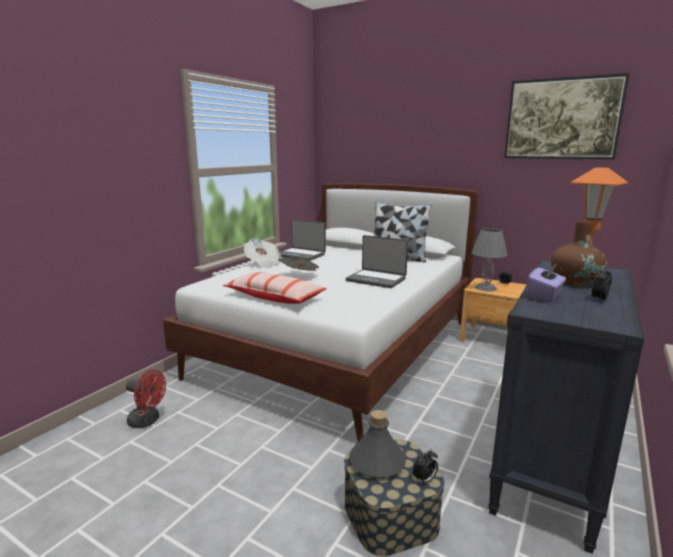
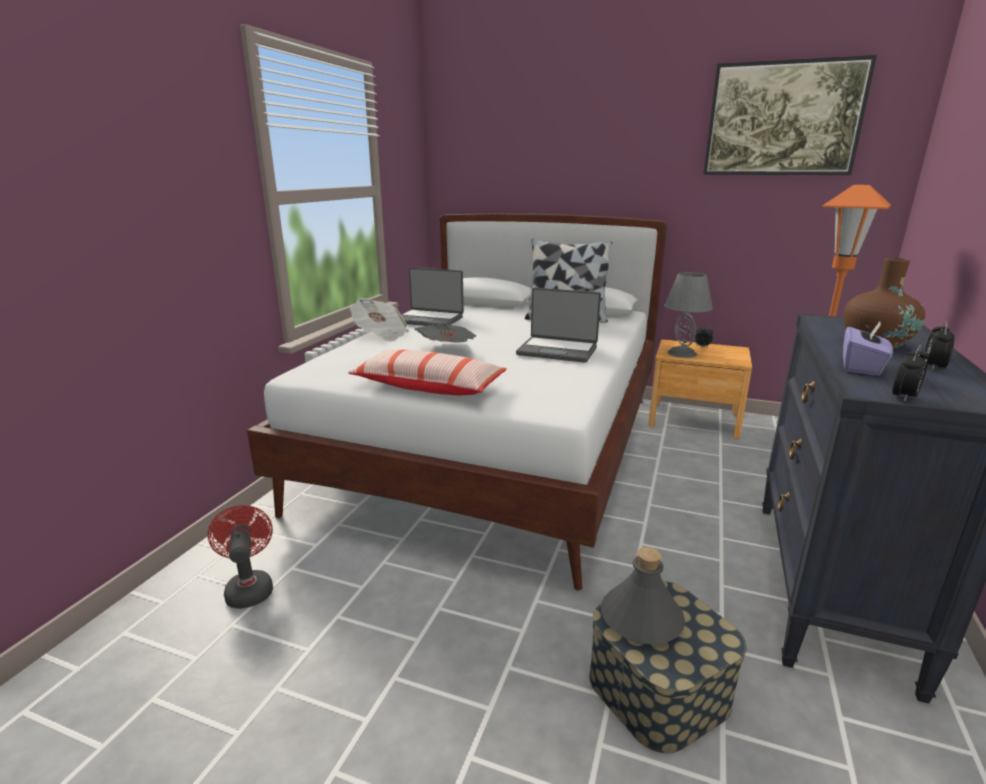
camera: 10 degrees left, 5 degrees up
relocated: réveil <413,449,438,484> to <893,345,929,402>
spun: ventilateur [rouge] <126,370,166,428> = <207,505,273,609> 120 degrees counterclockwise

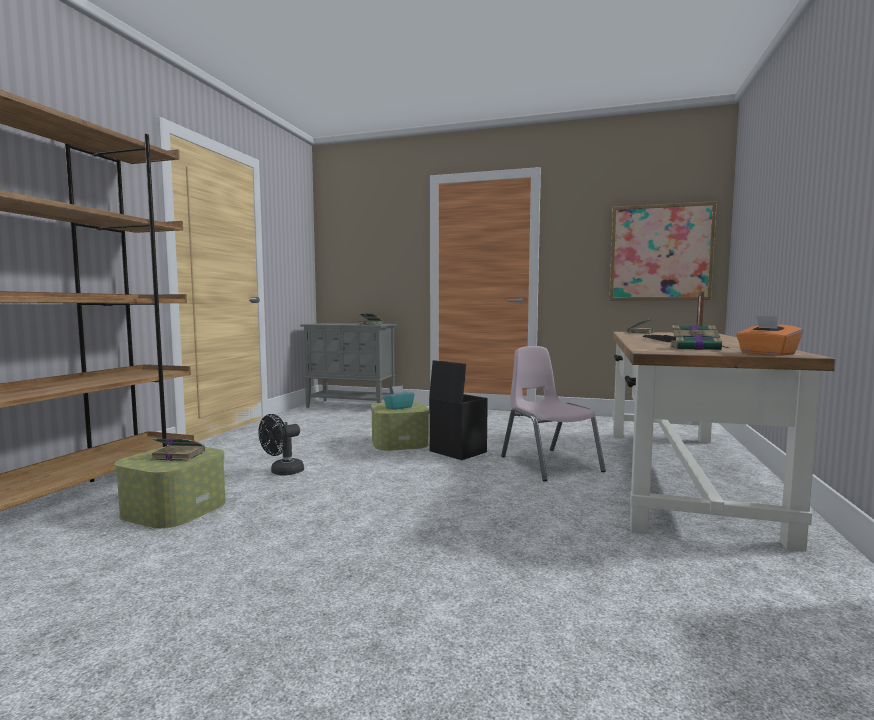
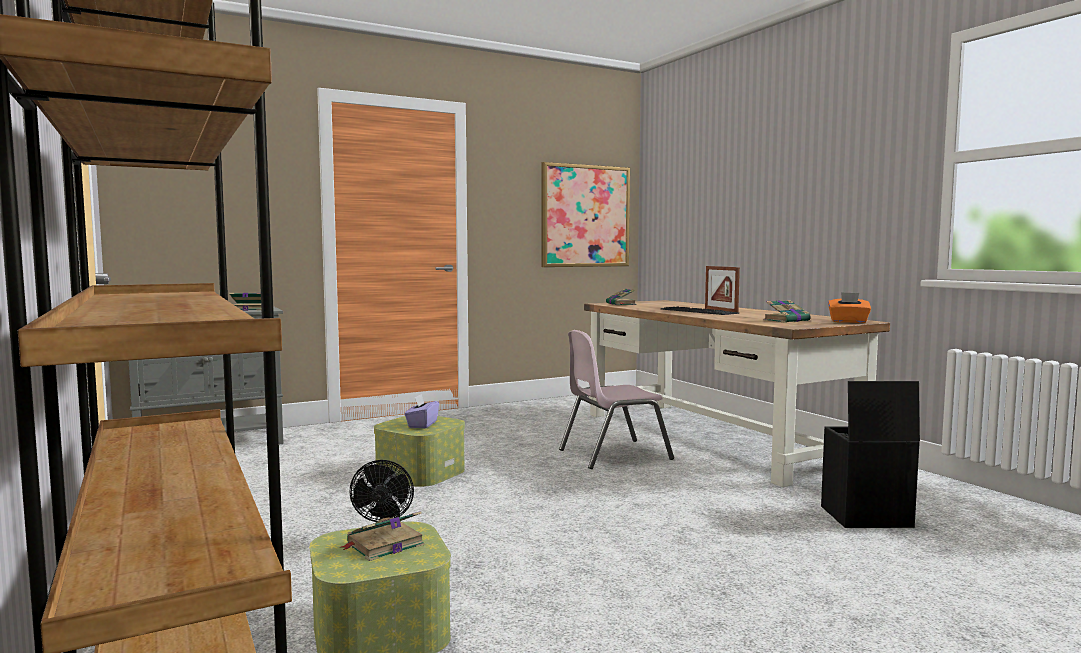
camera: 45 degrees left, 0 degrees up
relocated: boîte de rangement [noir] <429,360,488,460> to <821,381,920,528>
colour: boîte à mouchoirs [turquoise] <383,385,415,410> to boîte à mouchoirs [violet] <404,394,439,428>
spun: chaise [rose] <501,346,606,481> = <559,330,674,469> 45 degrees counterclockwise

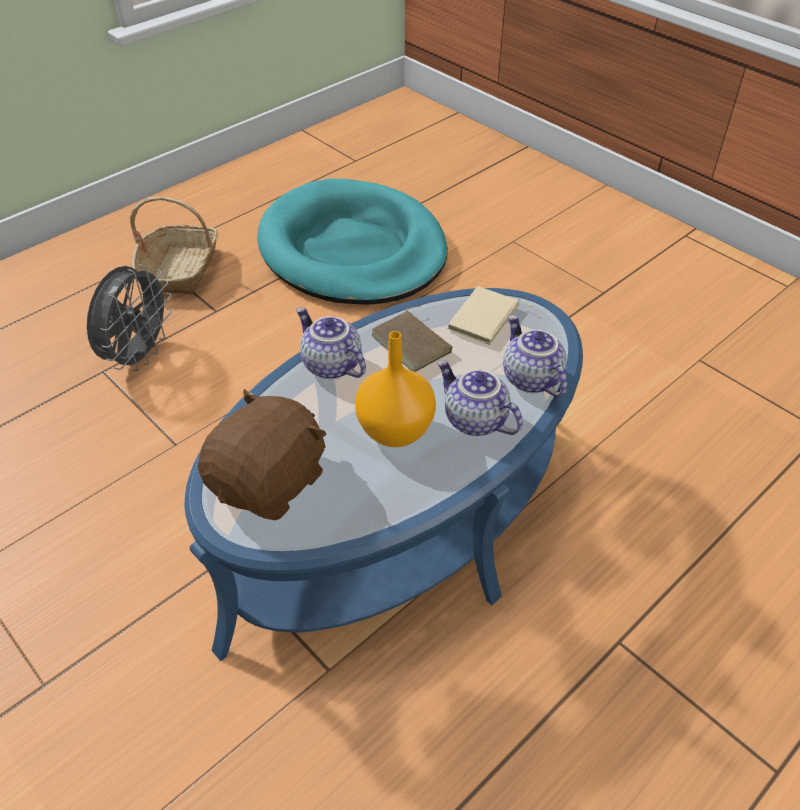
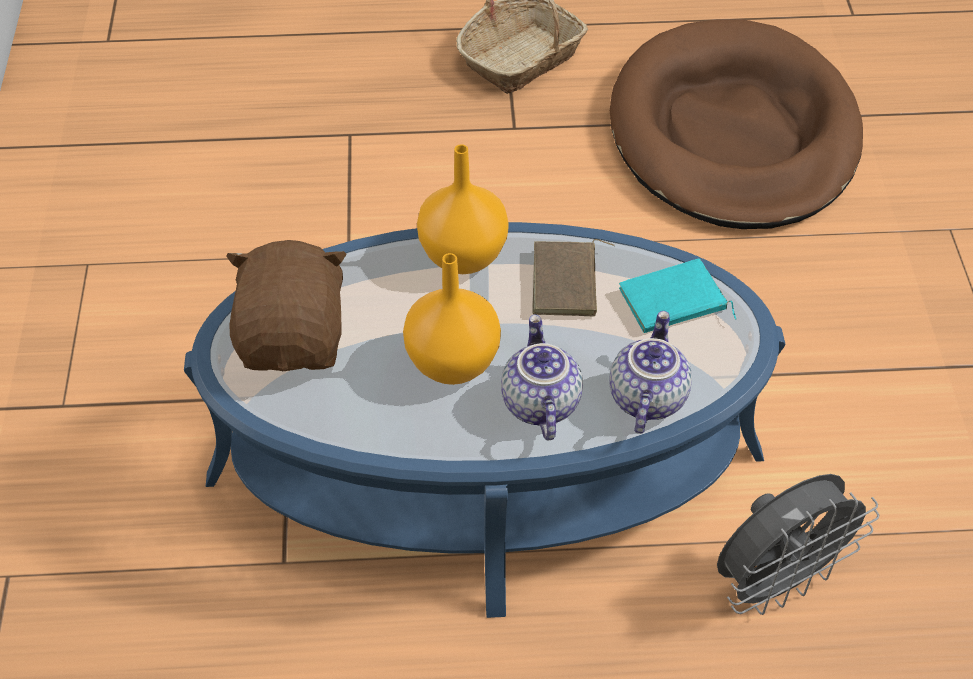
camera: 40 degrees right, 5 degrees up
relocated: ventilateur [gris] <87,264,172,371> to <717,474,879,615>
exchanged: théière <296,307,366,379> to vase [orange] <417,144,509,274>
colour: panier pour chien [turquoise] <257,178,448,305> to panier pour chien [marron] <610,19,863,229>; livre [beige] <447,286,533,345> to livre [turquoise] <619,259,736,333>
spun: peluche [marron] <198,389,327,520> = <226,240,347,371> 75 degrees counterclockwise

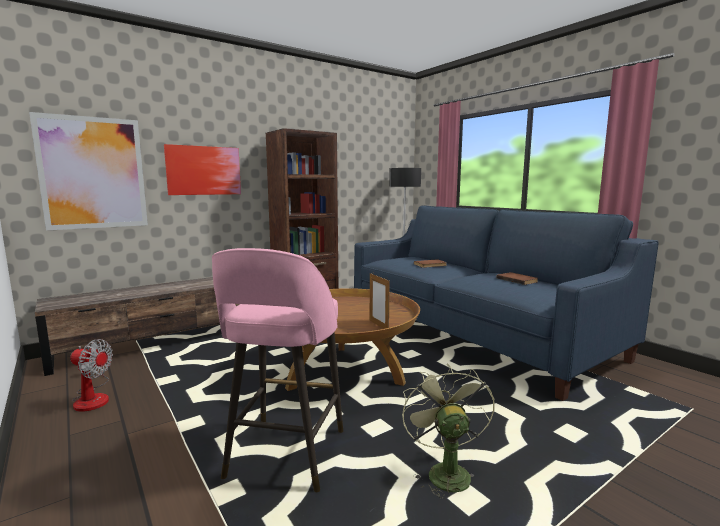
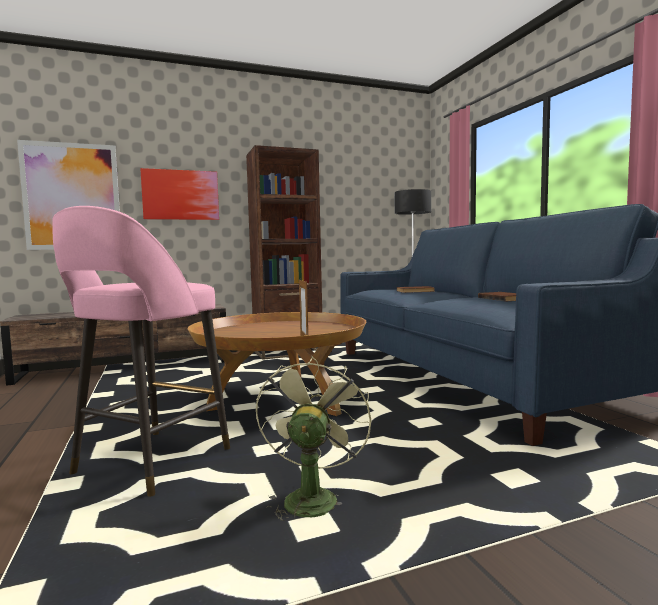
camera: 15 degrees right, 5 degrees down
missing: ventilateur <70,339,113,412>

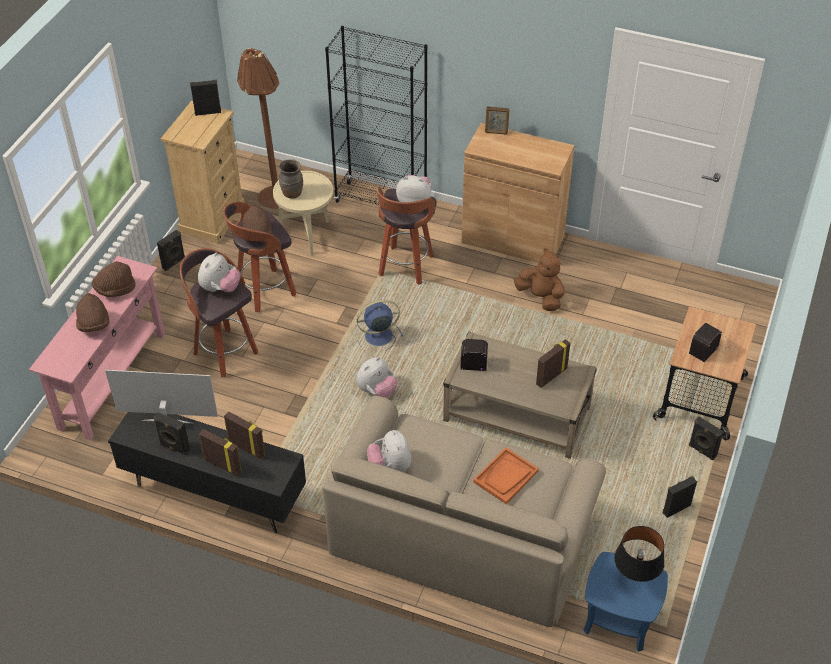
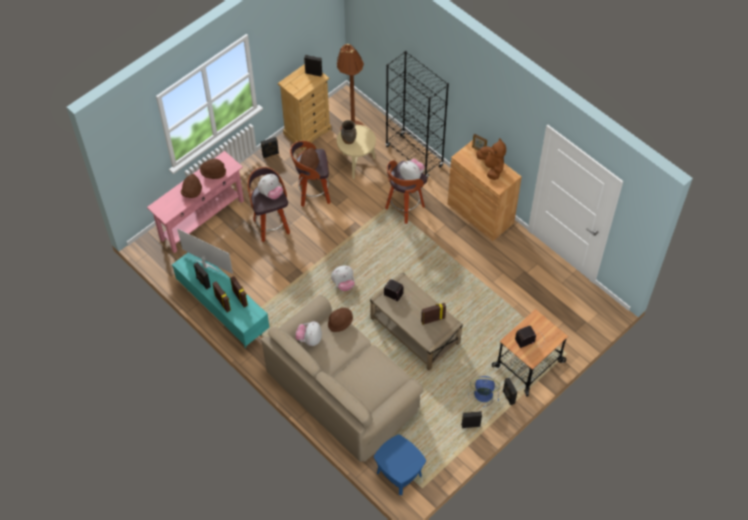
camera: 25 degrees right, 10 degrees up
missing: plateau [orange] <473,447,539,504>; lampe de table [noir] <614,526,665,582>
appeared: chapeau [marron] <328,307,353,332>
relocated: ventilateur [bleu] <357,300,403,351> to <468,376,500,407>; peluche [marron] <514,248,565,311> to <477,138,506,180>
colour: meuble télé [noir] <108,412,306,533> to meuble télé [turquoise] <172,252,269,348>

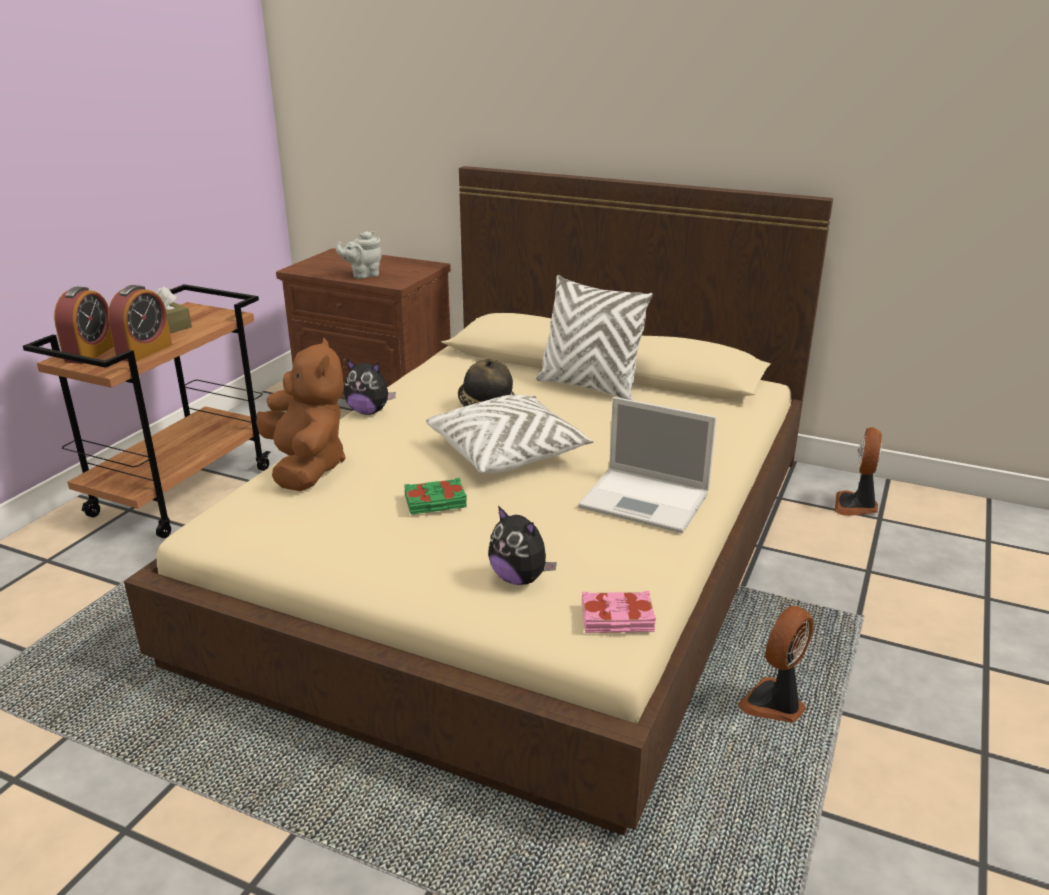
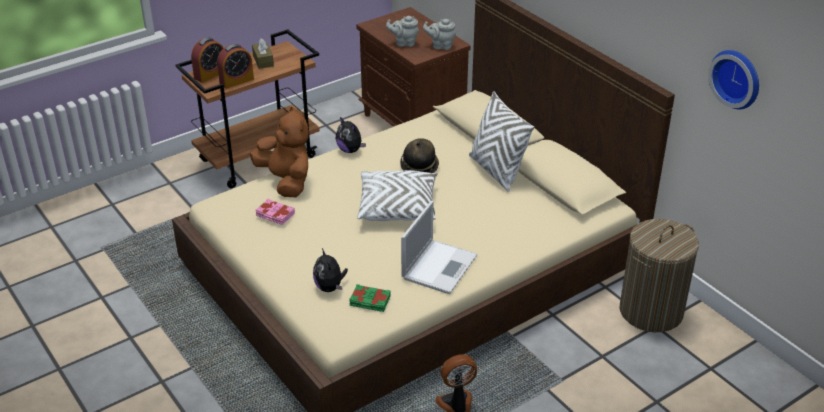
camera: 30 degrees right, 10 degrees up
appeared: théière [gris] <423,19,456,50>; horloge murale <708,50,759,109>
relocated: livre [vert] <404,478,467,514> to <349,284,391,312>; livre [rose] <582,591,656,633> to <255,199,295,225>
exchanged: ventilateur <835,427,882,516> to panier à linge <619,219,699,332>
spun: peluche [marron] <256,338,346,491> = <250,107,309,197> 45 degrees counterclockwise; ordinateur portable <578,397,717,533> = <401,201,477,294> 120 degrees counterclockwise

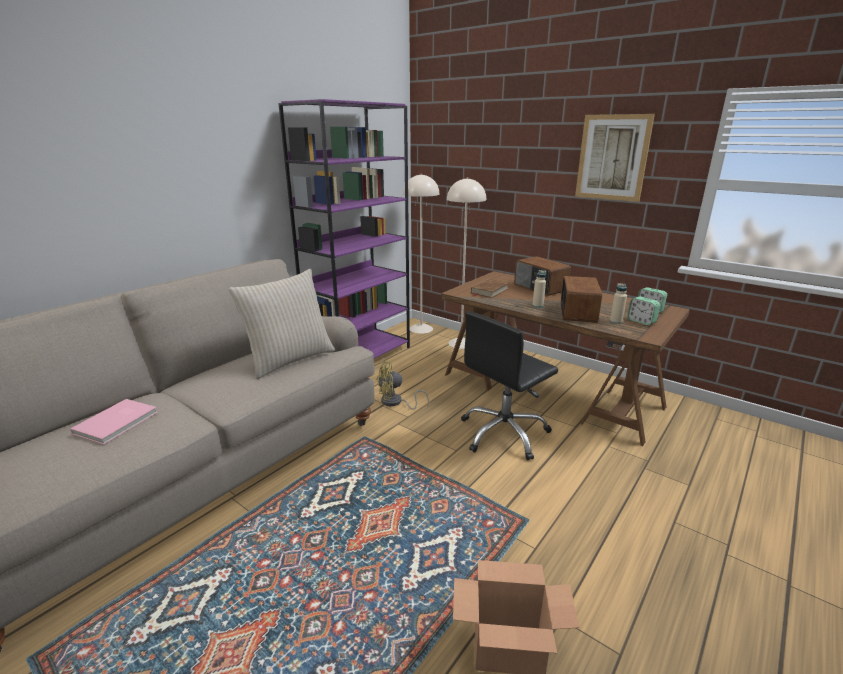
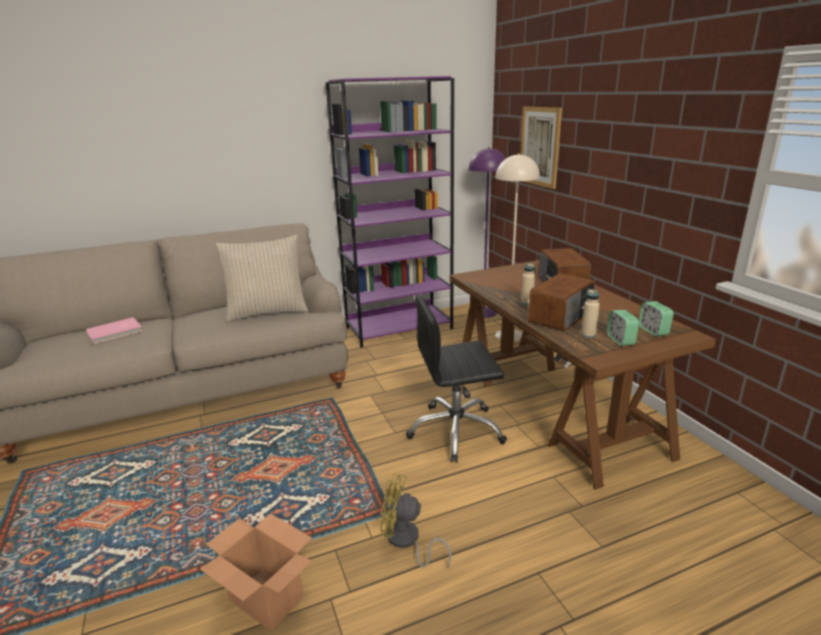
camera: 30 degrees right, 0 degrees up
missing: livre [marron] <471,279,509,298>
relocated: ventilateur [jaune] <376,361,429,410> to <381,473,451,568>; tableau <575,114,655,202> to <520,107,562,189>
colour: lampadaire [beige] <403,174,439,334> to lampadaire [violet] <469,147,506,318>

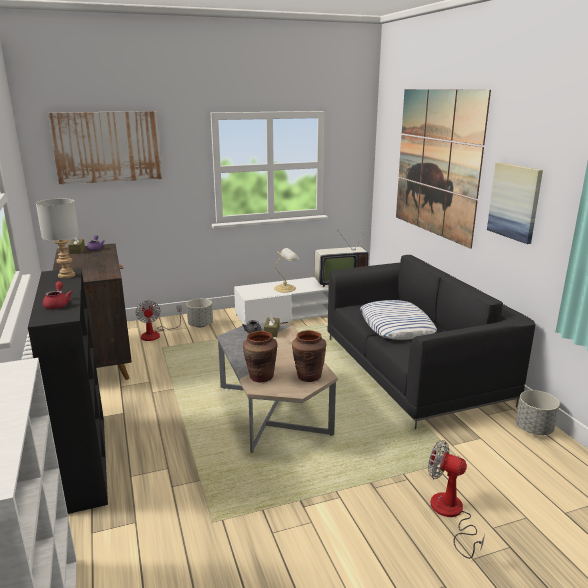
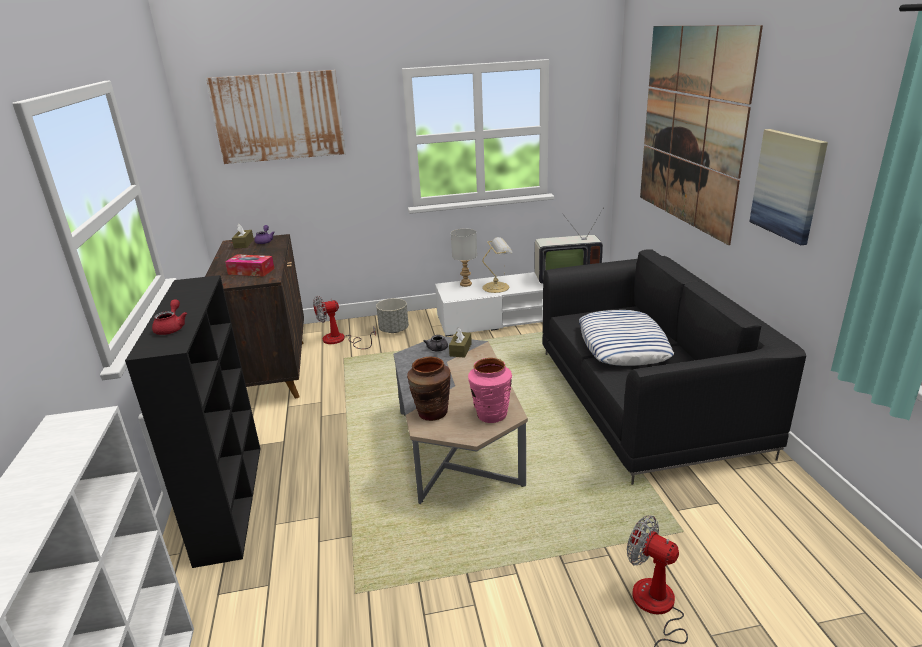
camera: 10 degrees right, 5 degrees up
missing: cache-pot [gris] <516,390,560,435>
appeared: boîte à mouchoirs <225,254,274,276>
relocated: lampe de table [gris] <36,199,79,278> to <451,228,477,287>
colour: vase [marron] <292,330,326,382> to vase [rose] <468,358,512,423>
spun: ventilateur <135,301,182,341> = <313,296,376,349> 75 degrees clockwise

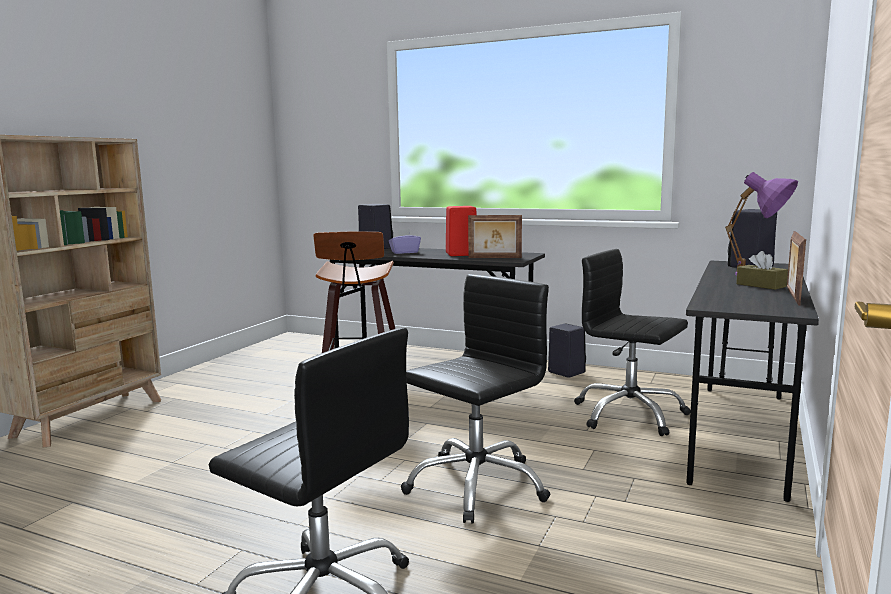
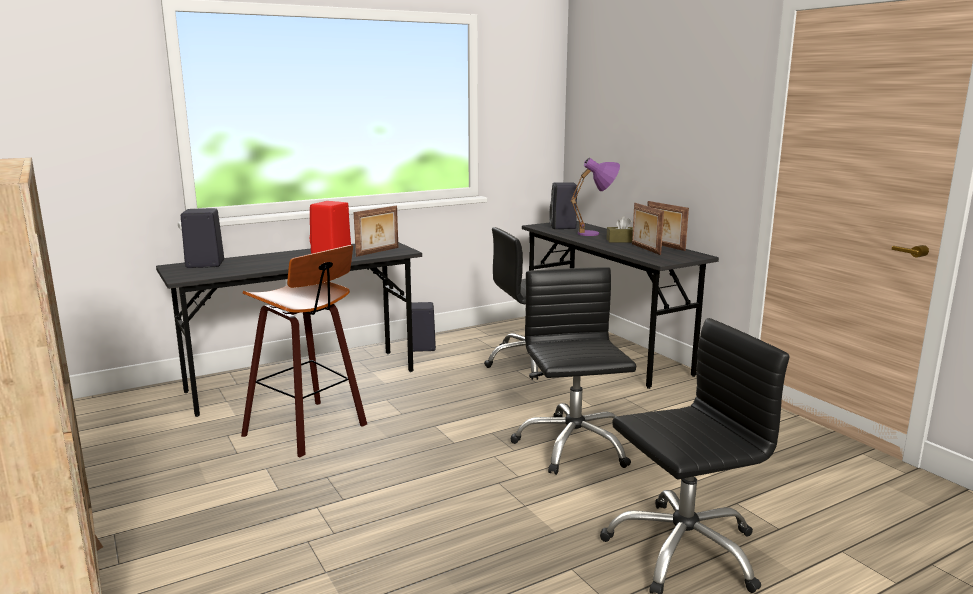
camera: 55 degrees left, 5 degrees up
missing: boîte à mouchoirs [violet] <389,229,421,254>
appeared: cadre photo <632,203,664,255>

